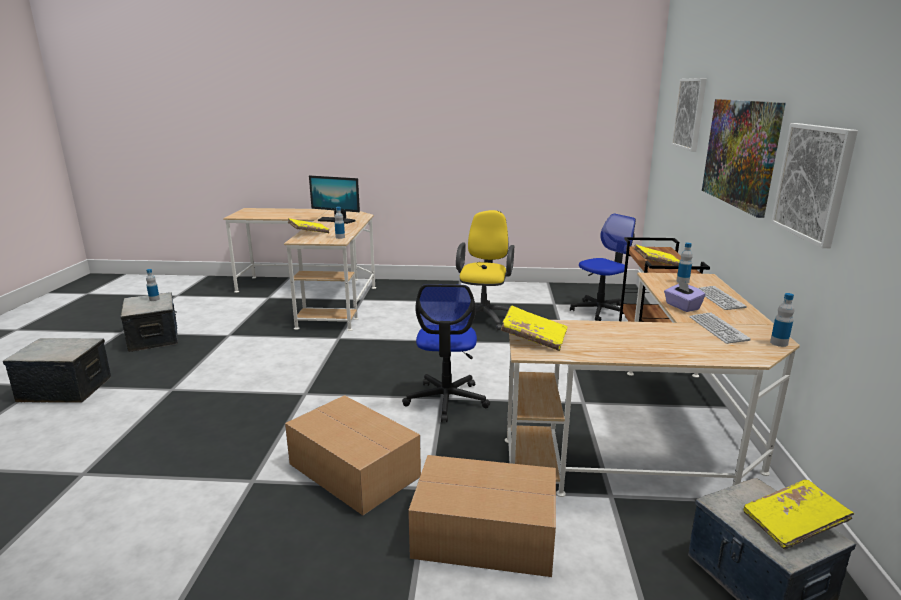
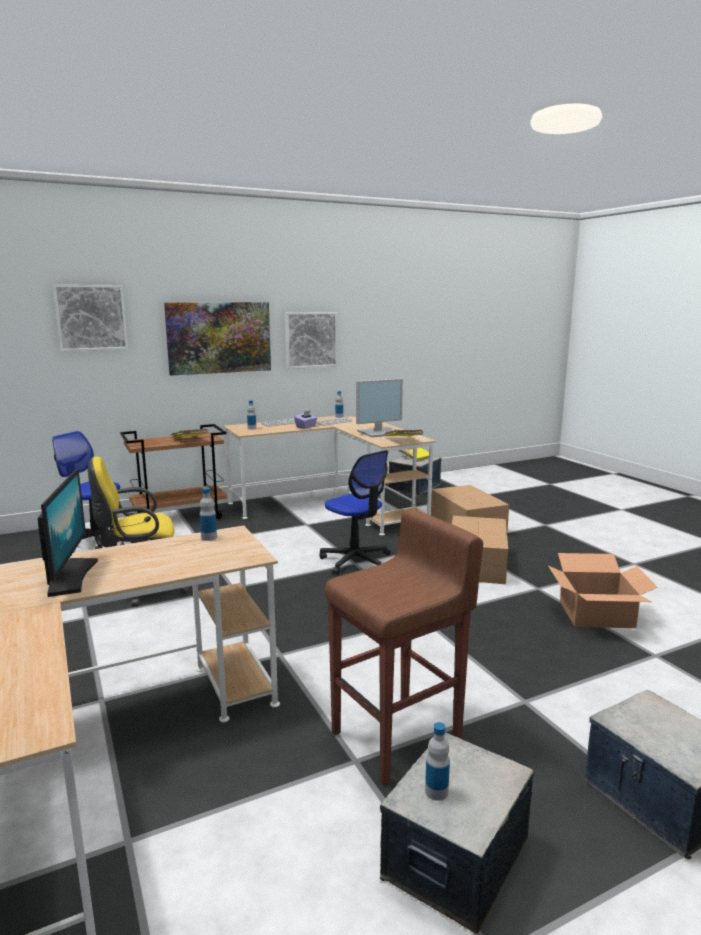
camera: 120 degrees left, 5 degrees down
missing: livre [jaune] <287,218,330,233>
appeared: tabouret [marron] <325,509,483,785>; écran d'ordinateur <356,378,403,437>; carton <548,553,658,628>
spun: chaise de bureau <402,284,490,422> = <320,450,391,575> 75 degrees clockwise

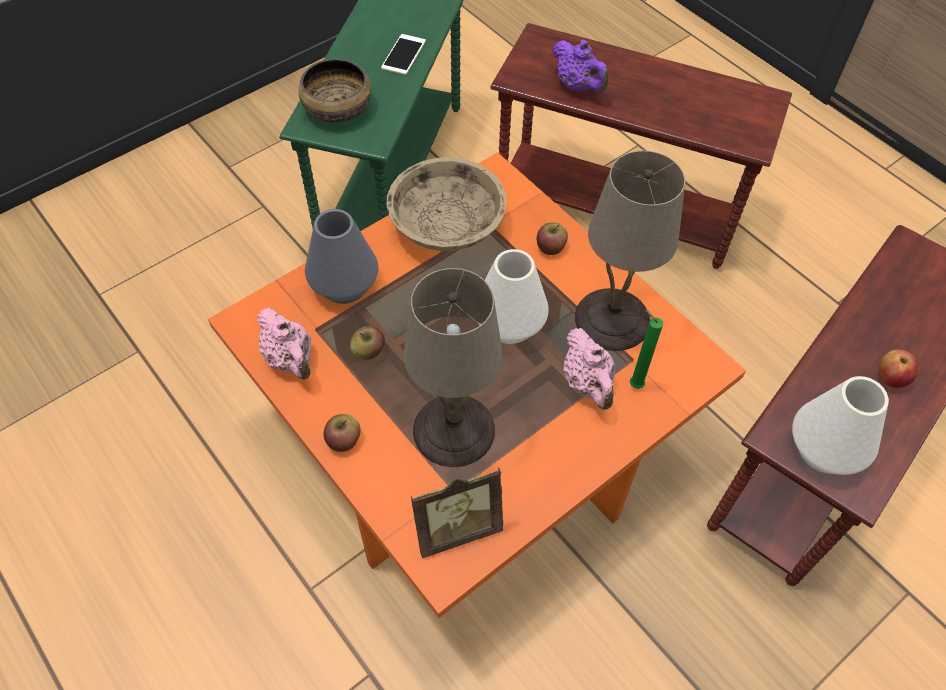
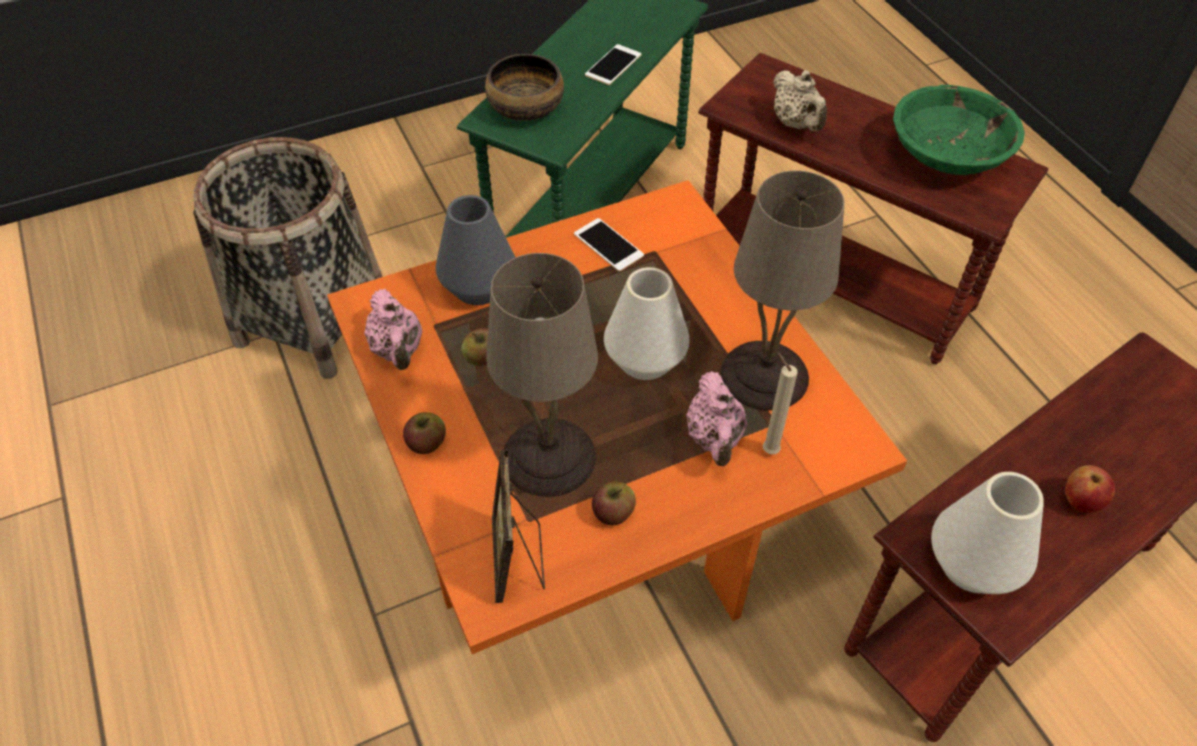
camera: 15 degrees right, 5 degrees down
appeared: panier <193,137,382,379>; bol [vert] <893,85,1025,175>
relocated: pomme <537,222,568,255> to <592,481,636,525>
exchanged: bol [beige] <387,157,507,251> to téléphone <574,218,644,272>
colour: théière [violet] <552,40,609,92> to théière [beige] <773,70,827,132>; bougie [vert] <630,309,663,389> to bougie [beige] <763,352,798,454>
spun: cadre photo <411,467,503,558> = <492,450,545,603> 90 degrees clockwise

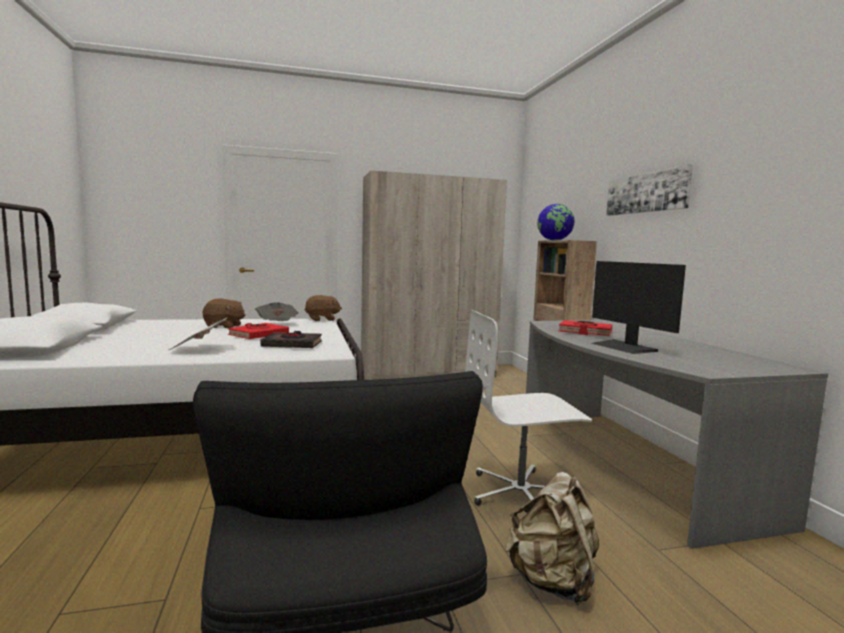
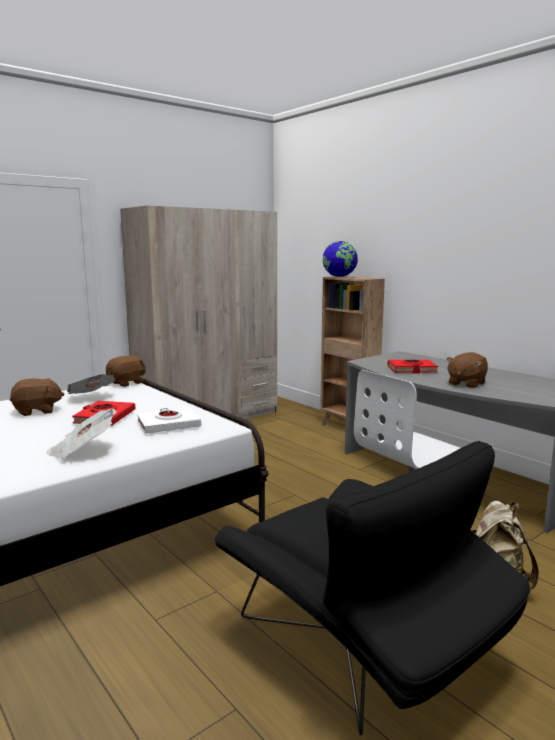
camera: 25 degrees left, 5 degrees up
missing: tableau <606,164,693,216>
exchanged: écran d'ordinateur <591,261,686,354> to peluche [marron] <447,352,488,388>
colour: livre [noir] <261,331,322,348> to livre [blanc] <137,407,201,434>

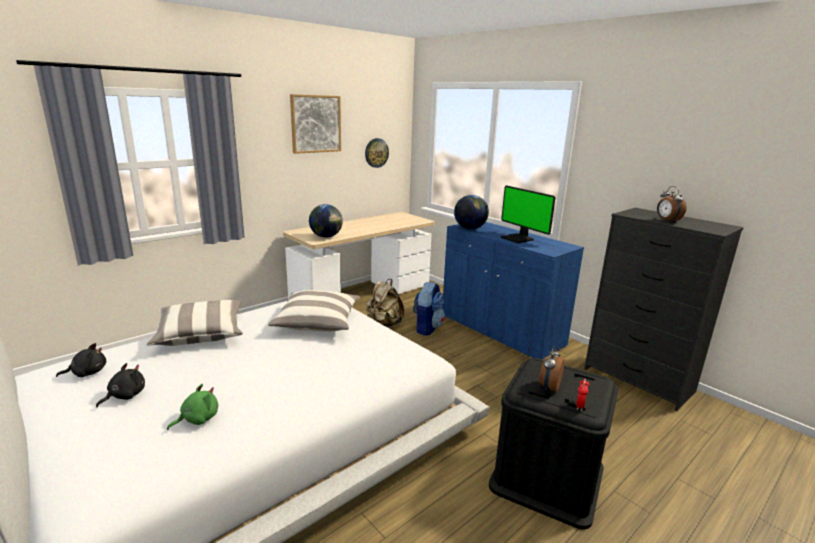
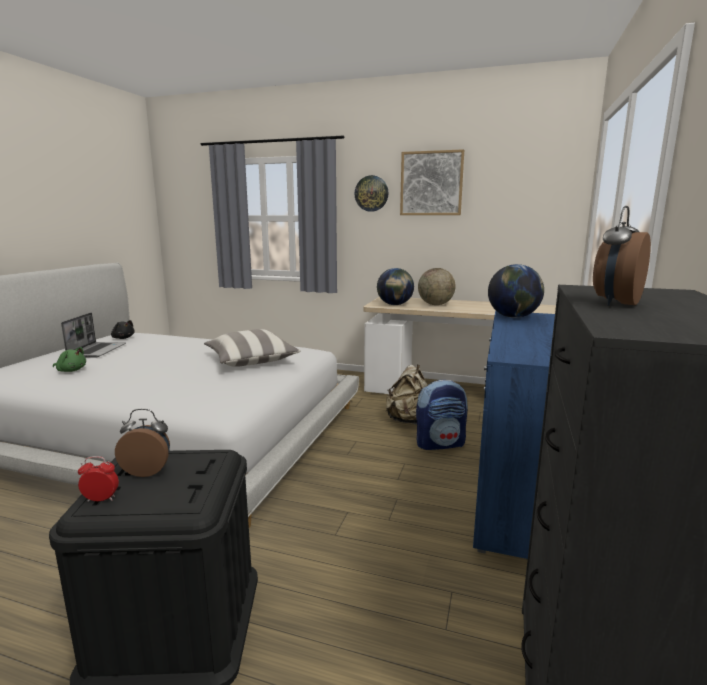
camera: 60 degrees right, 5 degrees down
missing: coussin <146,300,243,346>; écran d'ordinateur <501,185,556,243>
appeared: globe <418,268,456,305>
relocated: horloge murale <365,138,389,168> to <355,175,389,212>
exchanged: peluche [noir] <96,363,145,407> to ordinateur portable <61,313,126,358>

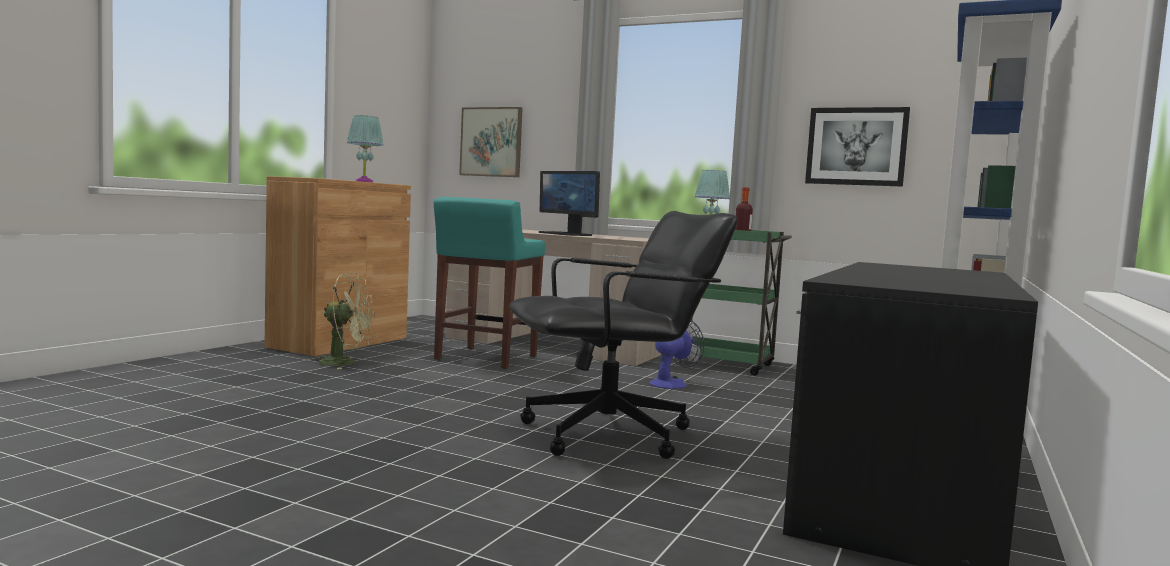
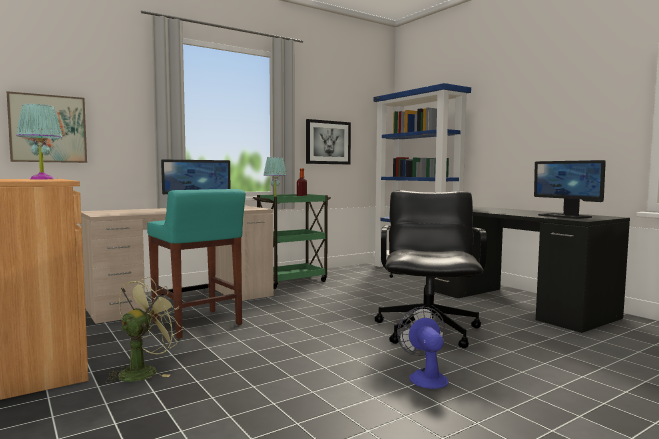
camera: 60 degrees left, 0 degrees up
appeared: écran d'ordinateur <534,160,606,219>
relocated: ventilateur <649,320,704,389> to <397,307,448,389>

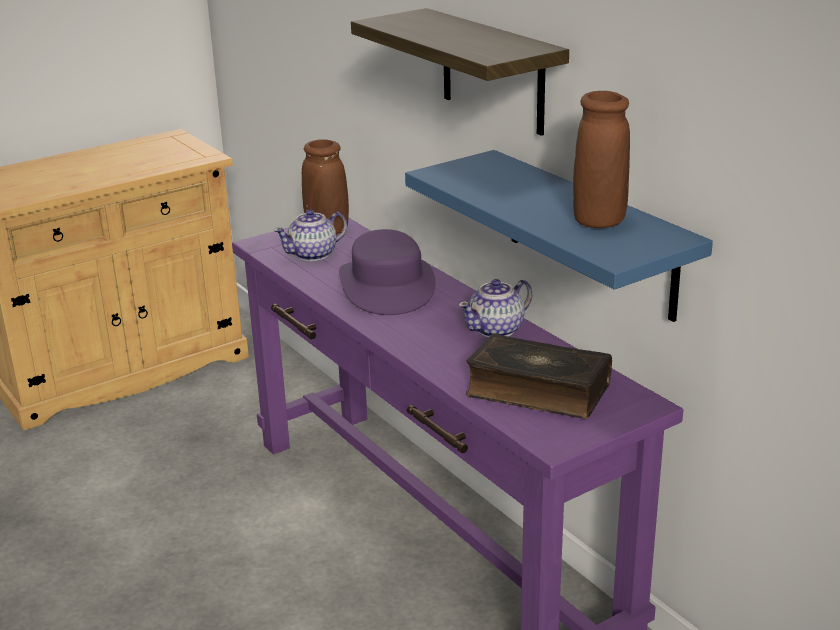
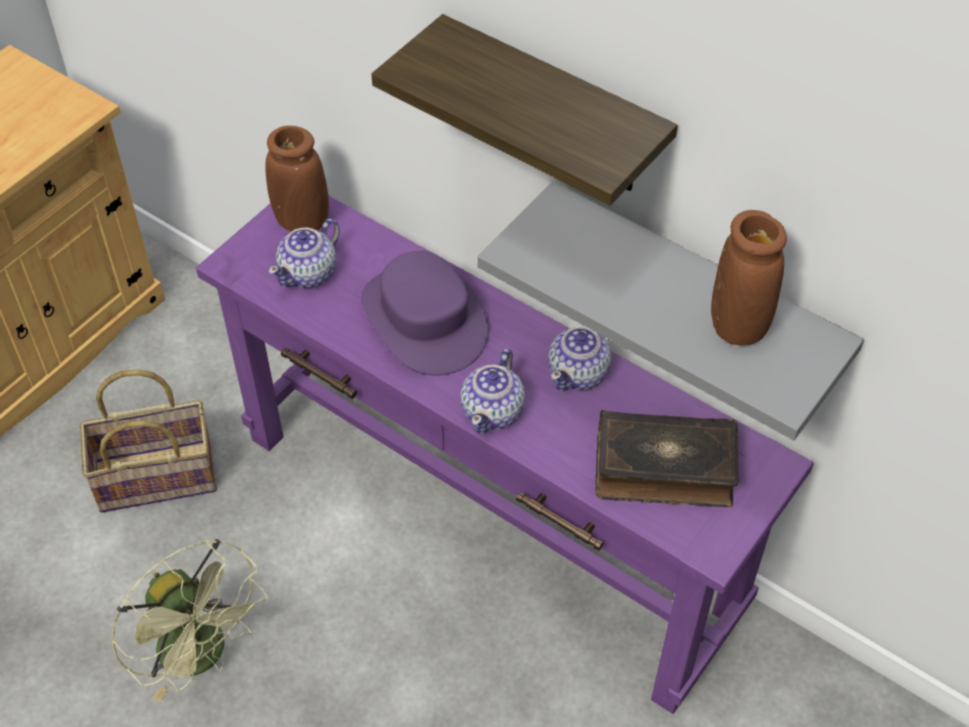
camera: 20 degrees left, 25 degrees up
appeared: panier <80,369,217,513>; ventilateur [vert] <111,539,268,702>; théière <461,349,525,433>
colour: étagère [bleu] <405,150,713,322> to étagère [gris] <477,181,864,440>

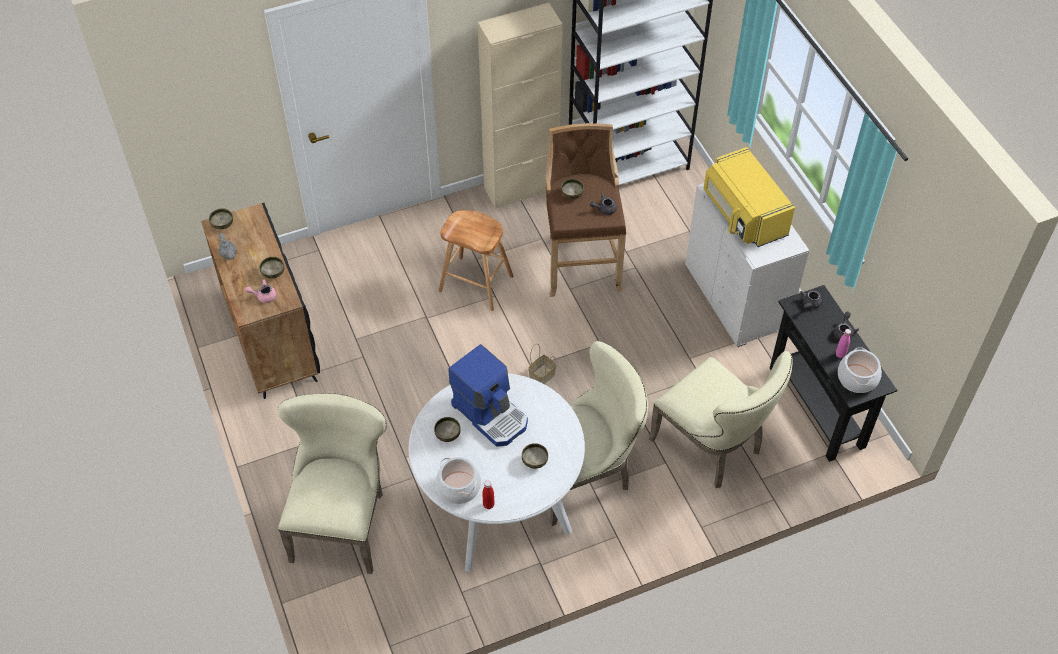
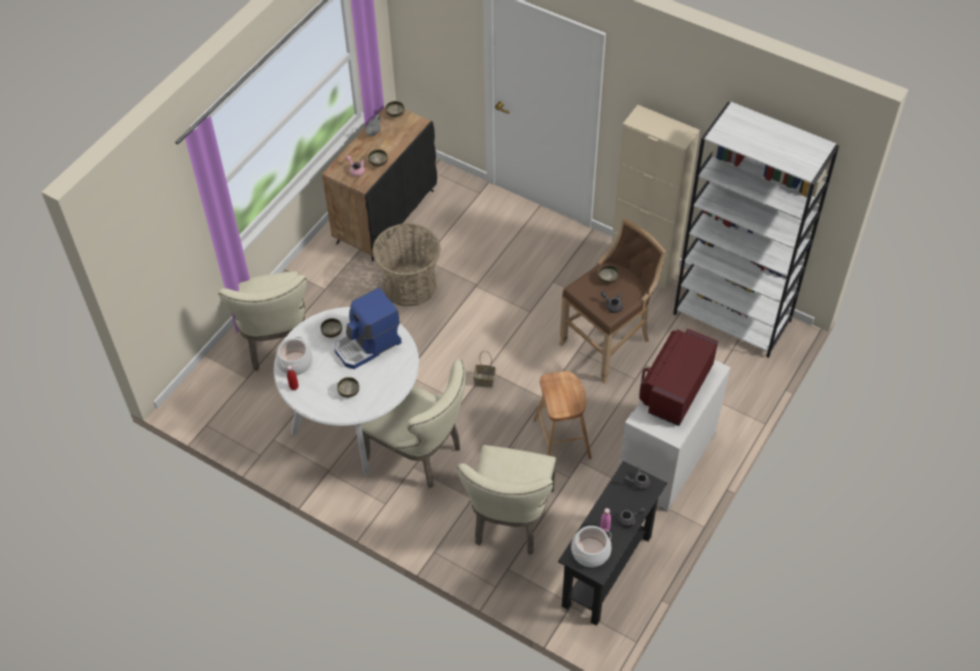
camera: 55 degrees right, 0 degrees up
appeared: panier <372,223,441,307>
relocated: tabouret [marron] <439,210,514,311> to <533,371,592,459>
colour: micro-ondes [jaune] <703,147,795,247> to micro-ondes [rouge] <639,328,718,426>
spun: chaise [beige] <278,393,387,574> = <218,271,307,371> 105 degrees clockwise; machine à café <448,344,528,447> = <335,288,402,369> 45 degrees clockwise

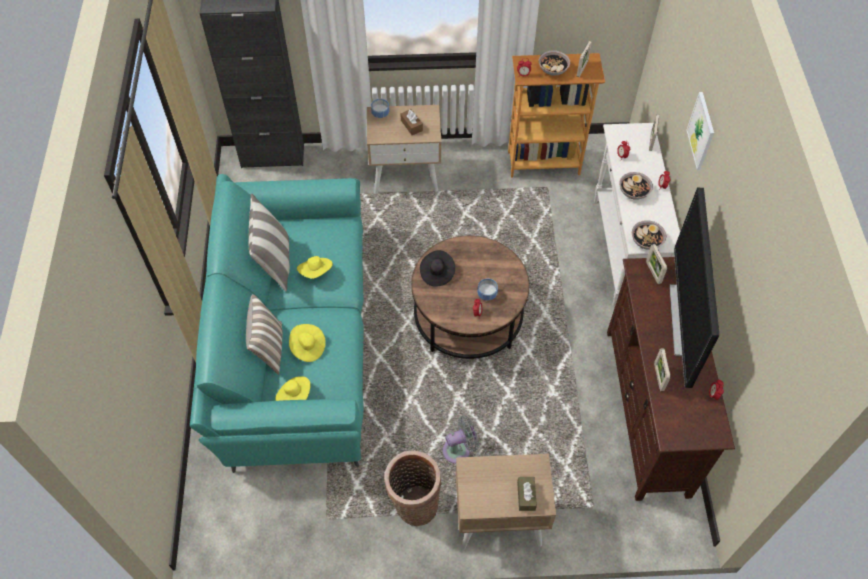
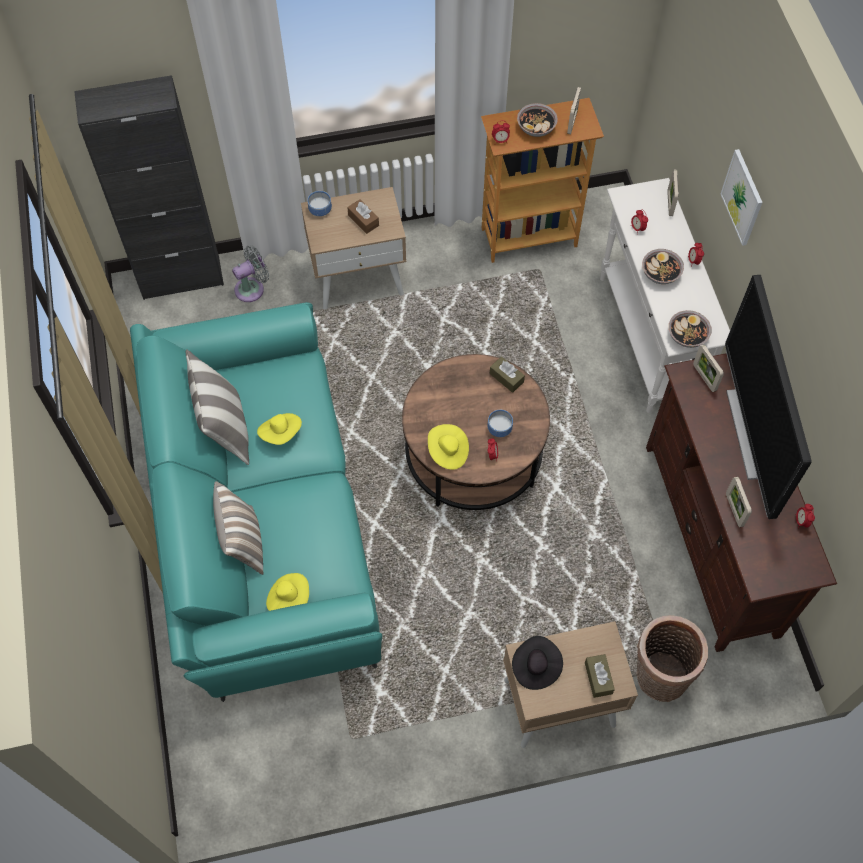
camera: 10 degrees left, 5 degrees up
appeared: boîte à mouchoirs [marron] <490,357,525,393>
relocated: chapeau [jaune] <289,324,326,362> to <428,424,469,470>; panier <384,451,442,526> to <637,615,708,702>; chapeau [noir] <420,250,455,287> to <512,636,563,690>; ventilateur [gris] <443,416,479,464> to <232,245,269,302>

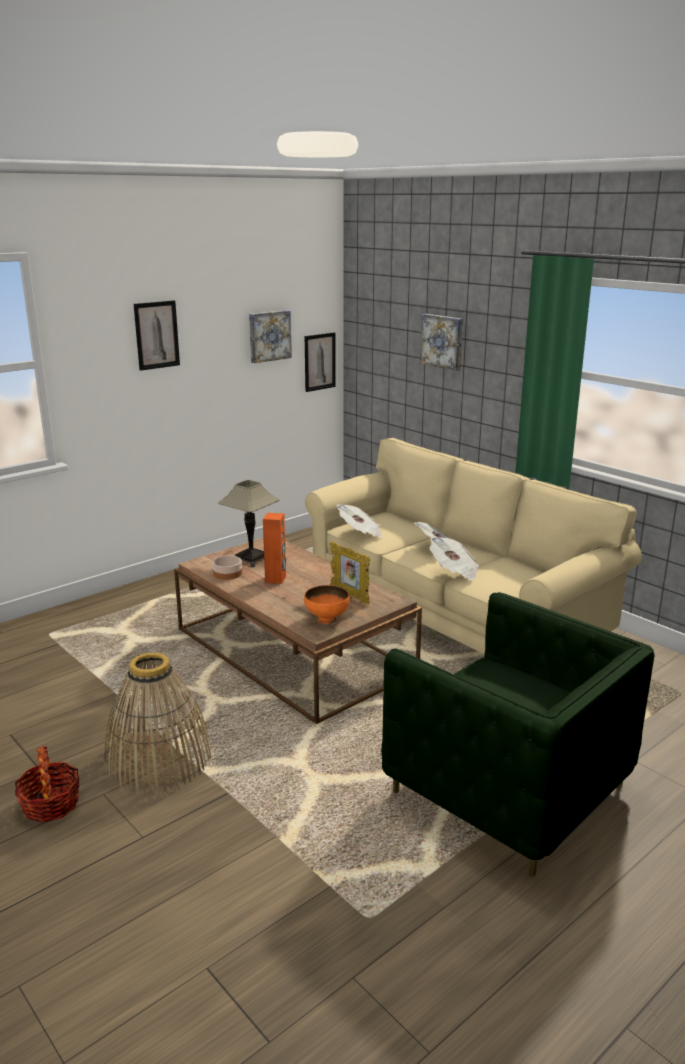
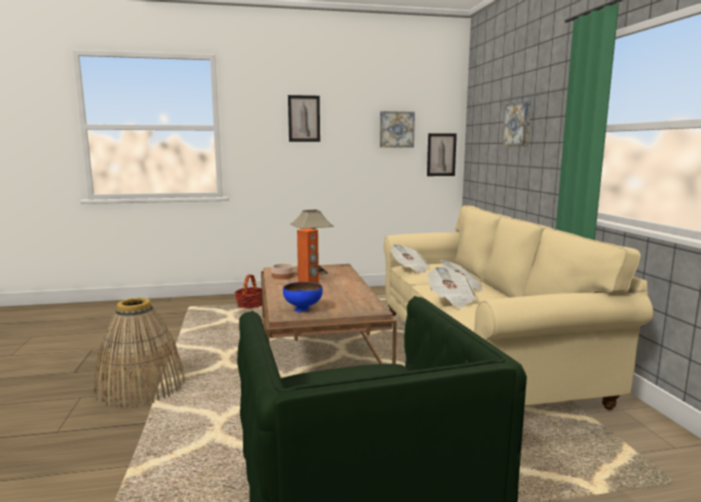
camera: 30 degrees right, 10 degrees down
missing: cadre photo <330,541,370,605>
relocated: panier <15,746,80,823> to <234,274,262,309>
colour: bol [orange] <304,585,350,624> to bol [bleu] <283,282,323,313>

